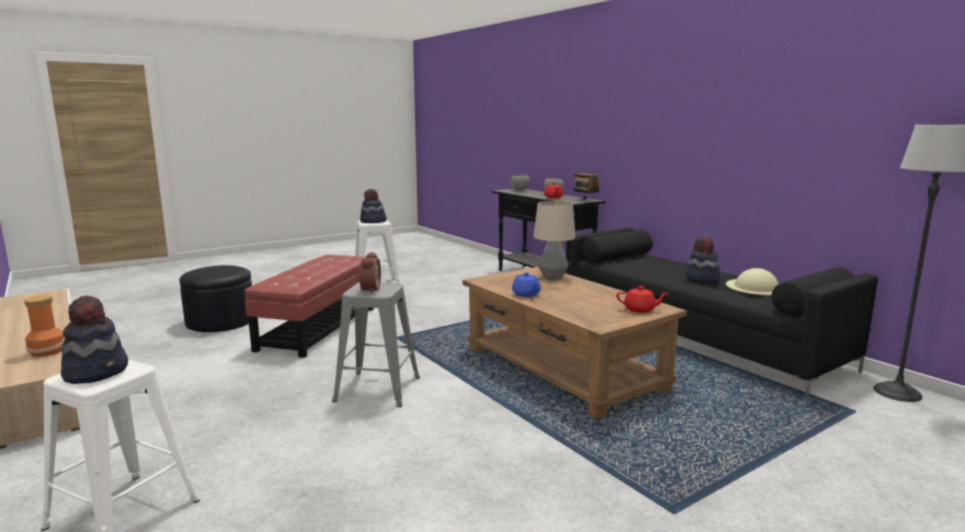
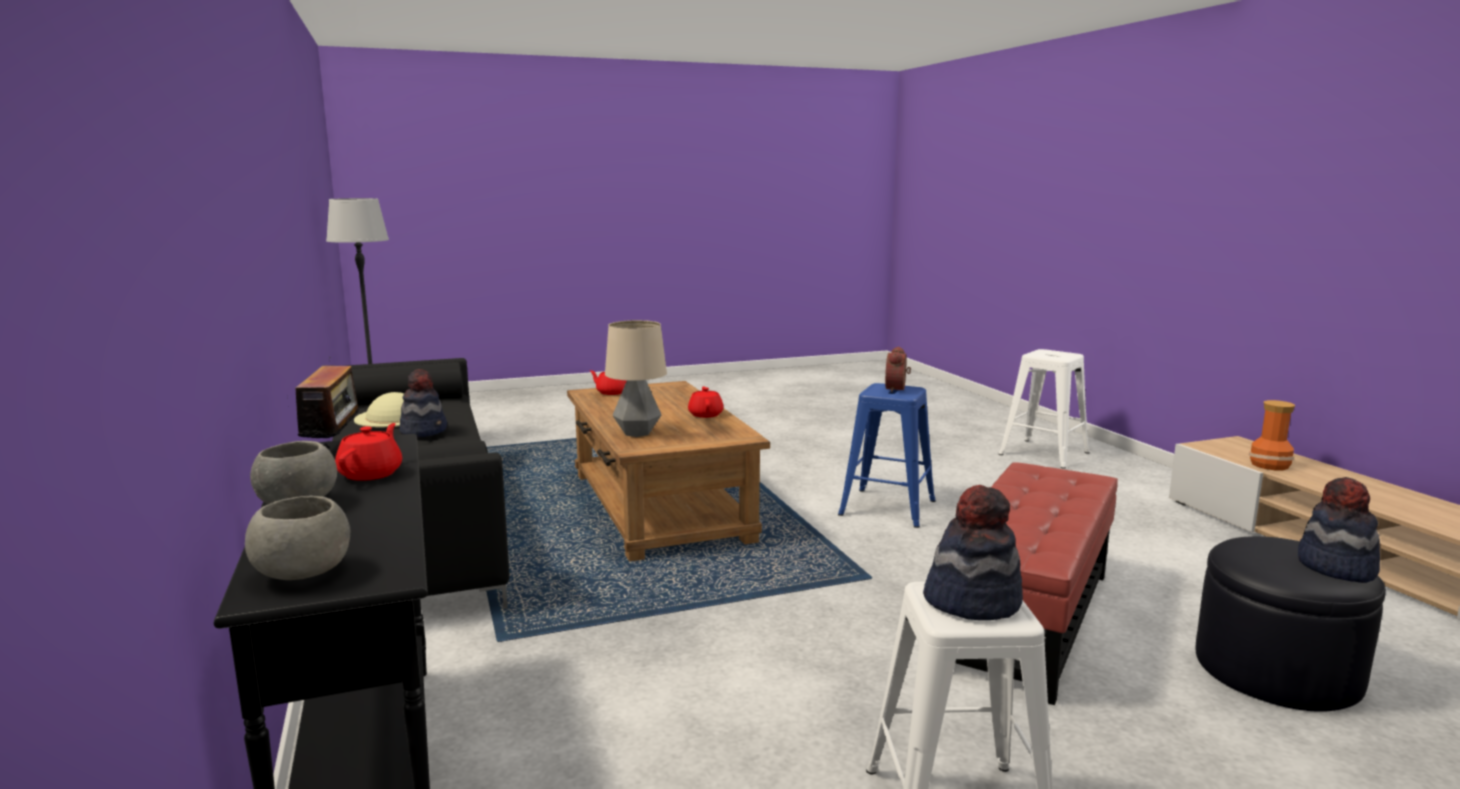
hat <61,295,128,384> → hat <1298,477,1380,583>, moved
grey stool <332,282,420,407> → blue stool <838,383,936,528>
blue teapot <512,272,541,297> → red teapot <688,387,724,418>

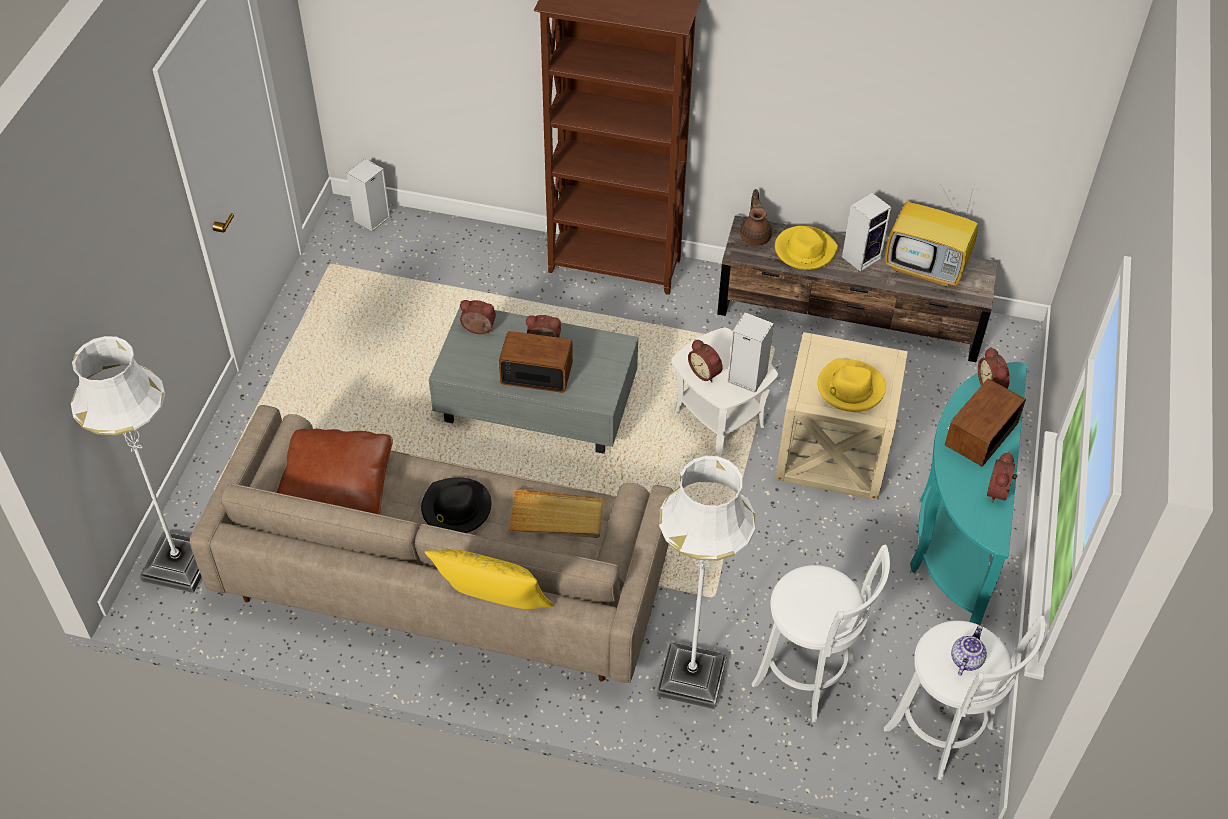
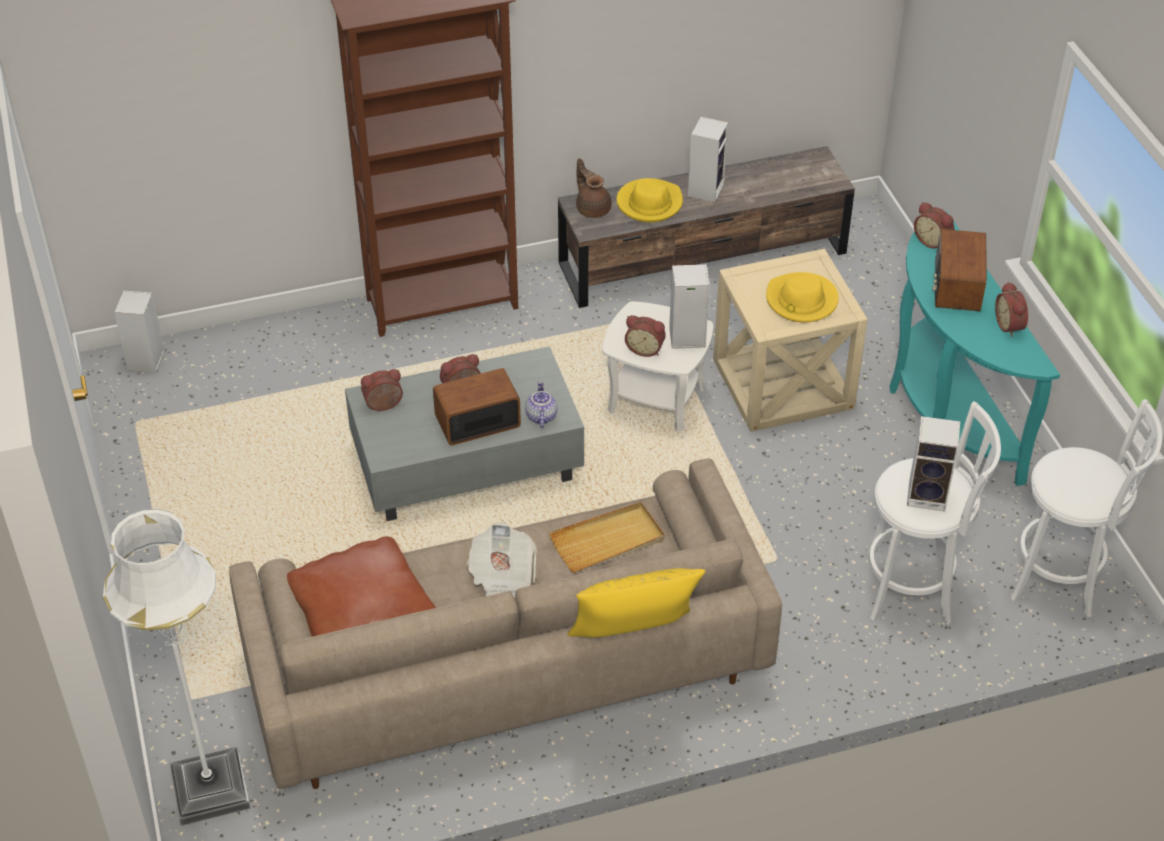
white floor lamp <657,456,755,709> → -
television <885,183,978,287> → -
- → speaker <907,416,960,511>
teapot <951,625,987,675> → teapot <525,381,558,428>, moved
black hat <421,477,492,533> → newspaper <467,522,537,598>

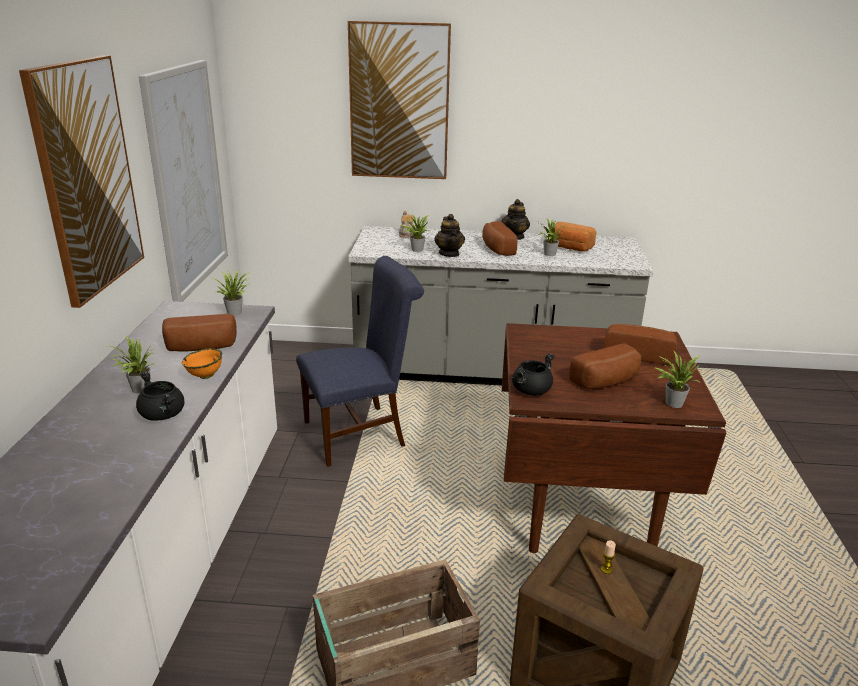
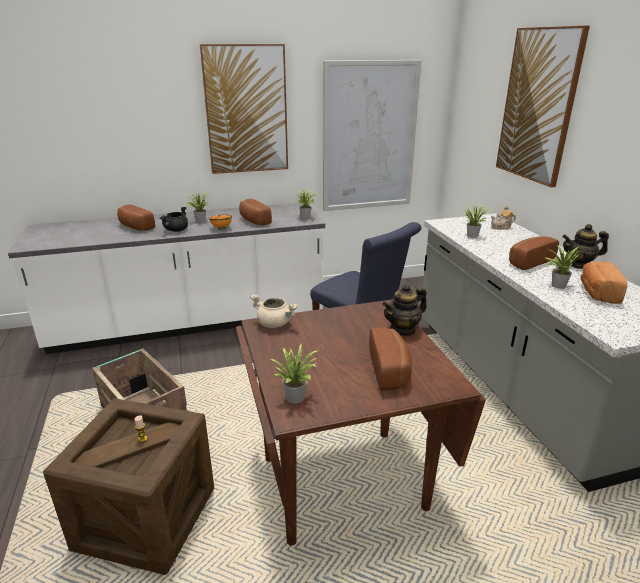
teapot <434,214,465,257> → teapot <382,284,427,337>, moved
bread <569,343,641,390> → bread <117,204,155,231>, moved
black cooking pot <512,353,555,396> → beige cooking pot <250,294,298,328>

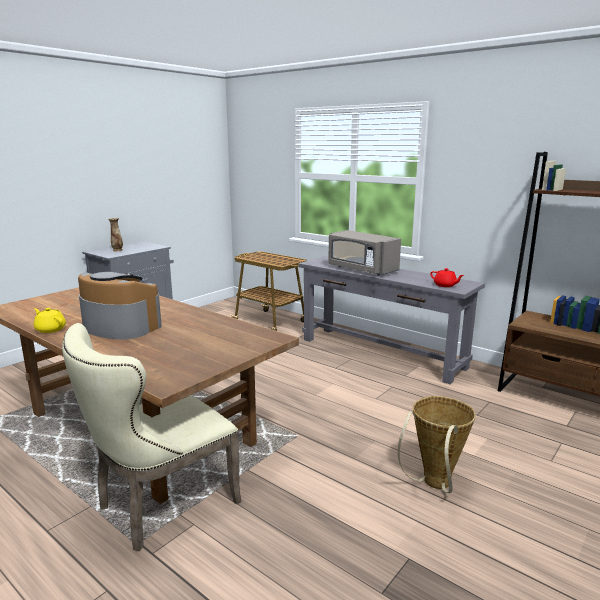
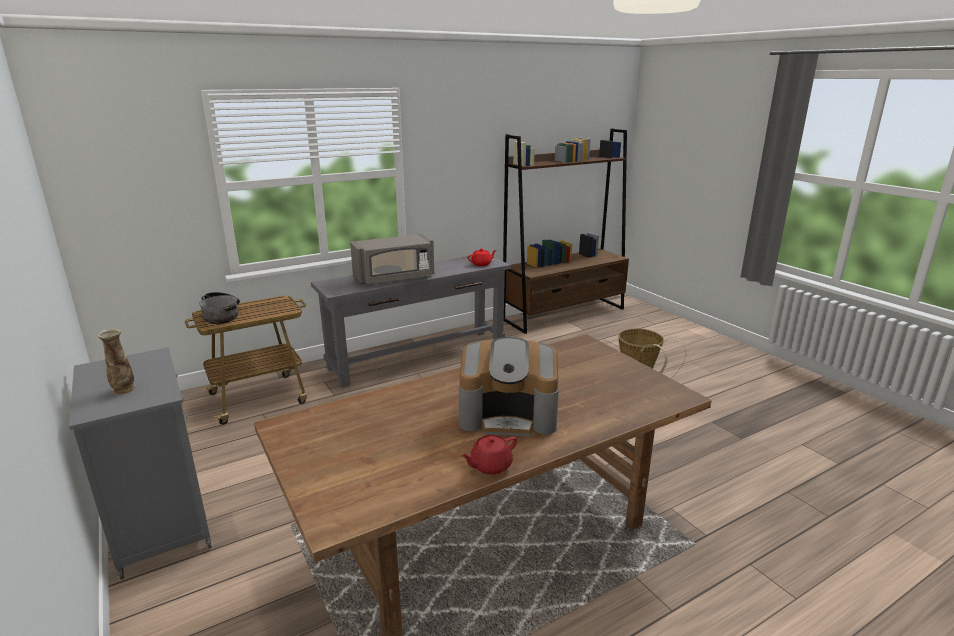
beige chair <62,323,241,551> → -
- → cooking pot <199,292,240,324>
yellow teapot <34,308,66,333> → red teapot <461,435,517,475>
coffee machine <78,272,162,339> → coffee machine <459,337,559,436>, 135 degrees counterclockwise

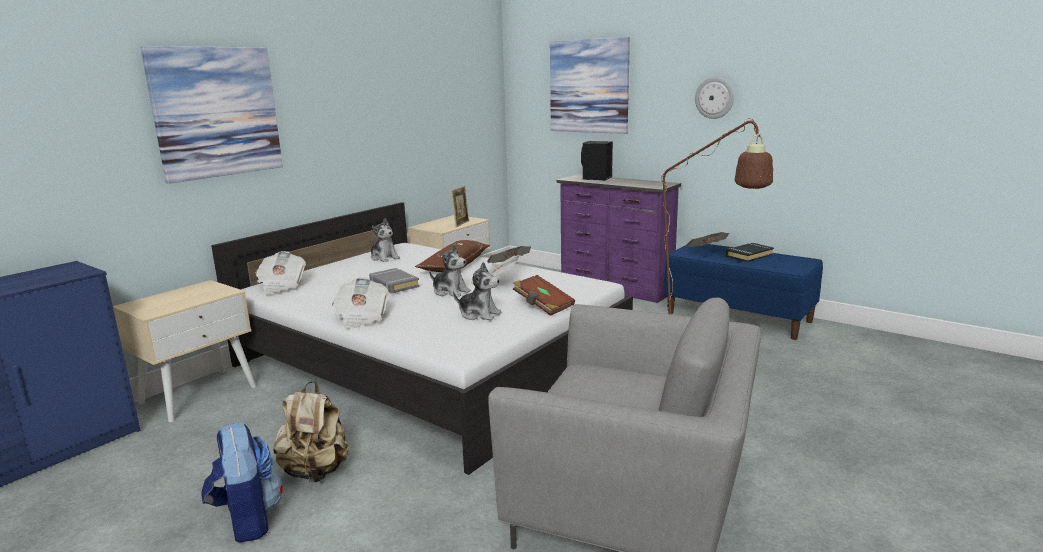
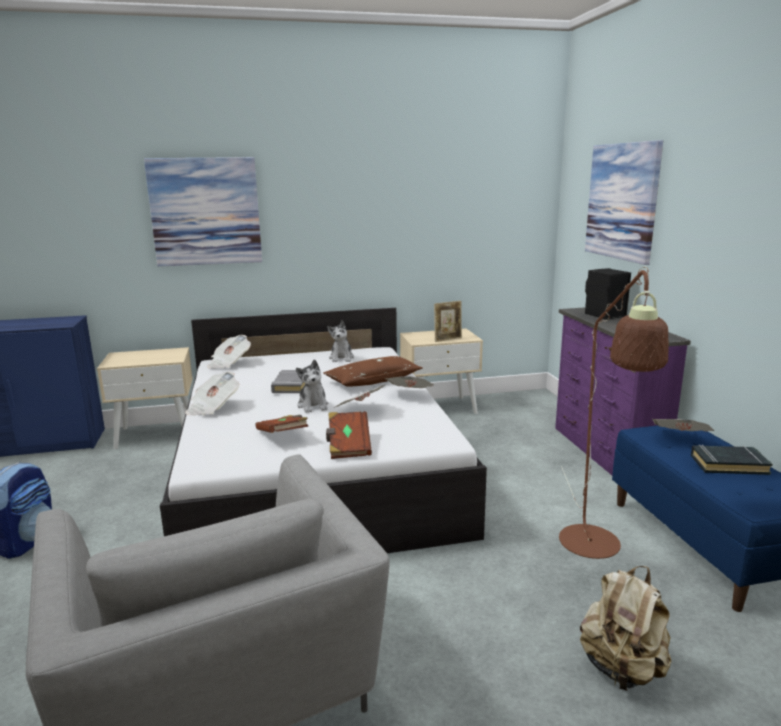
wall clock <695,77,734,119> → -
beige backpack <273,381,349,482> → beige backpack <580,566,672,691>, moved
plush toy <453,262,501,321> → brown book <255,415,308,433>

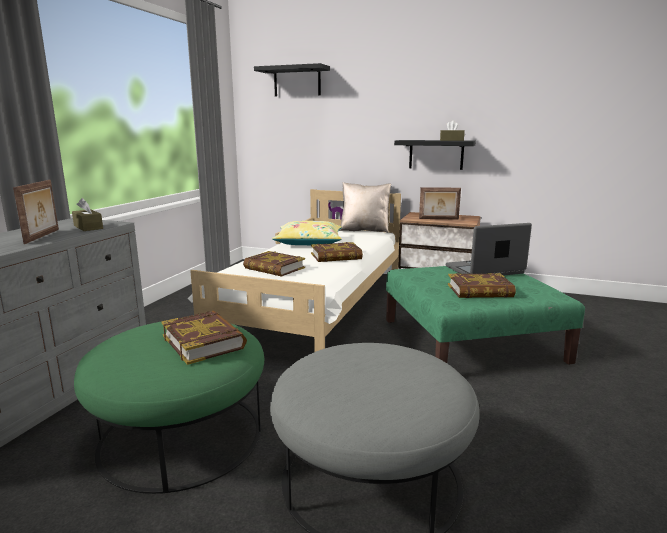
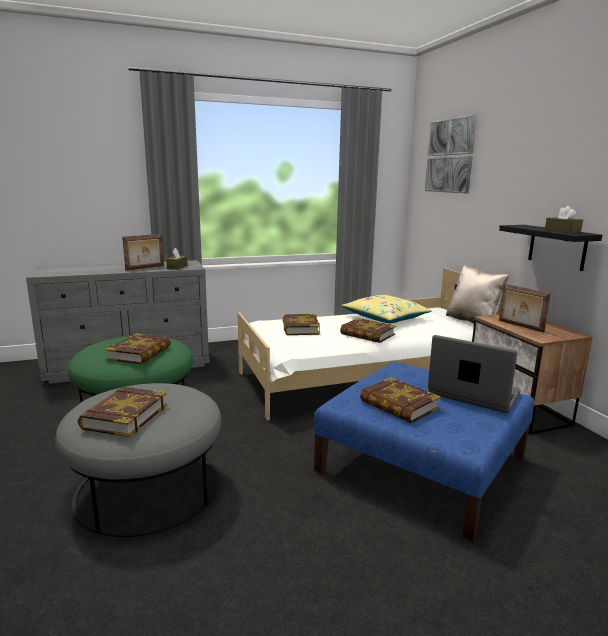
- → book <78,387,167,437>
black shelf <254,63,330,96> → picture <425,114,477,193>
green ottoman <386,266,585,364> → blue ottoman <313,361,534,542>

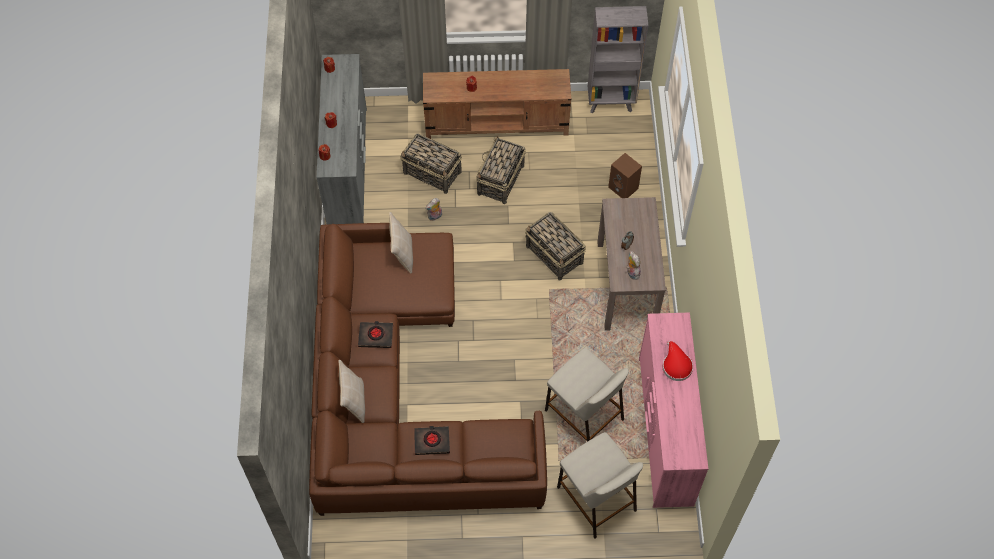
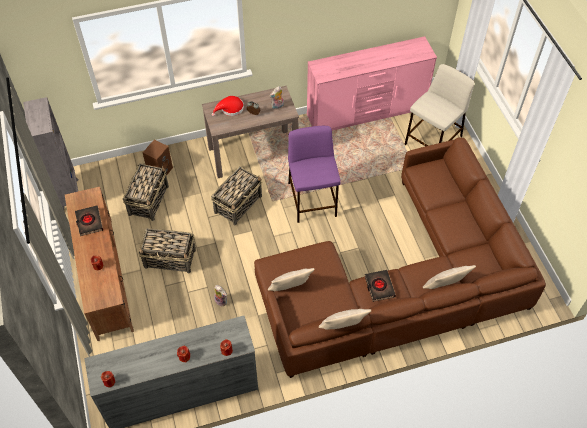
beige stool <545,348,629,442> → -
- → purple stool <288,126,341,223>
- → beige pillow <319,309,371,330>
basket <400,133,462,194> → basket <123,164,169,221>, moved
black book <414,426,450,455> → black book <75,206,103,236>, moved
red hat <663,341,693,381> → red hat <212,96,244,116>, moved

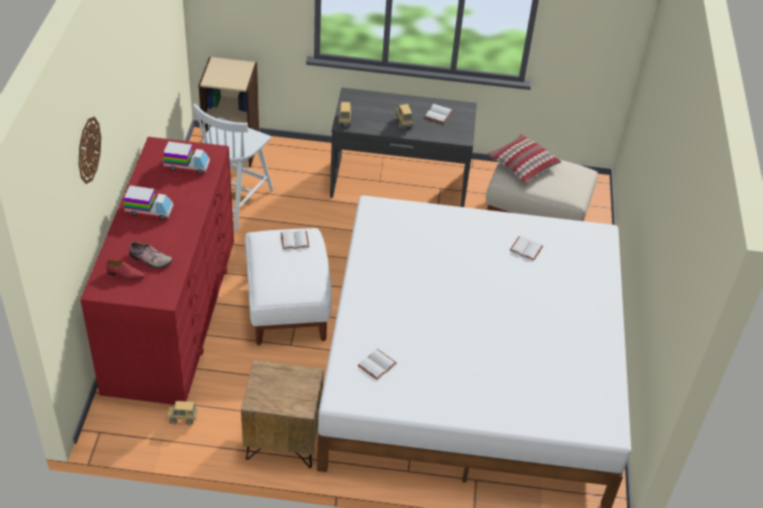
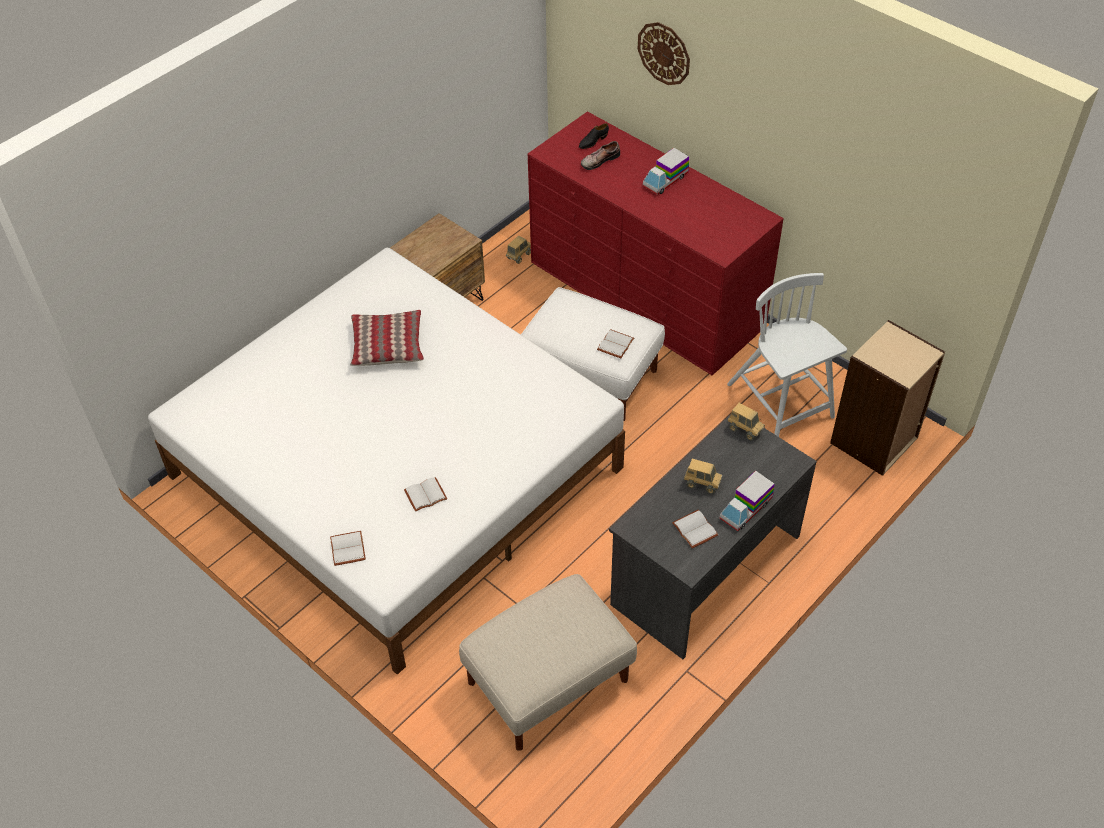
toy truck <163,141,210,174> → toy truck <719,471,775,531>, moved
white book <358,349,397,380> → white book <330,531,366,566>, moved
pillow <487,134,561,183> → pillow <350,310,424,366>, moved
red shoe <106,260,144,280> → black shoe <579,123,609,149>

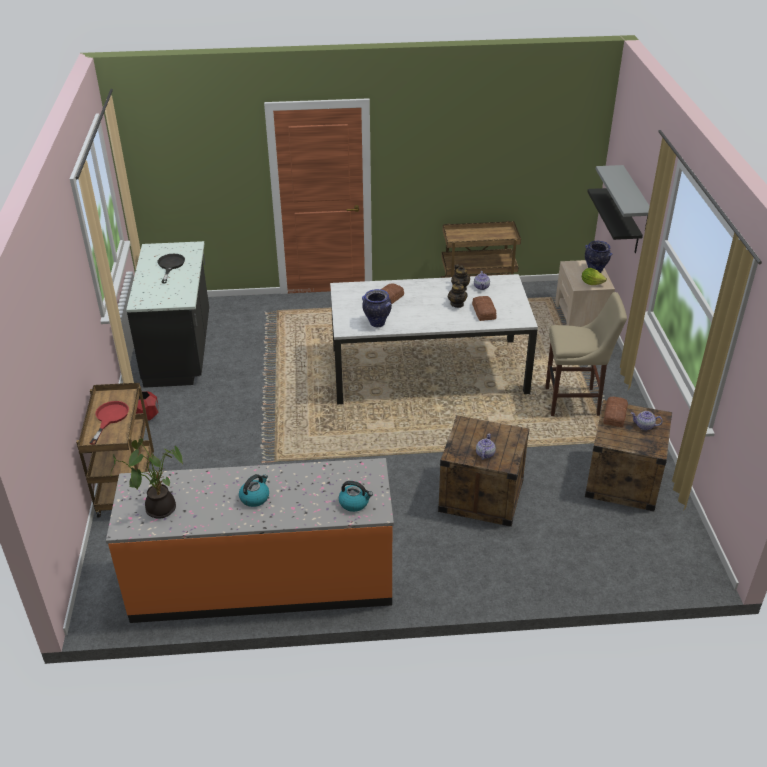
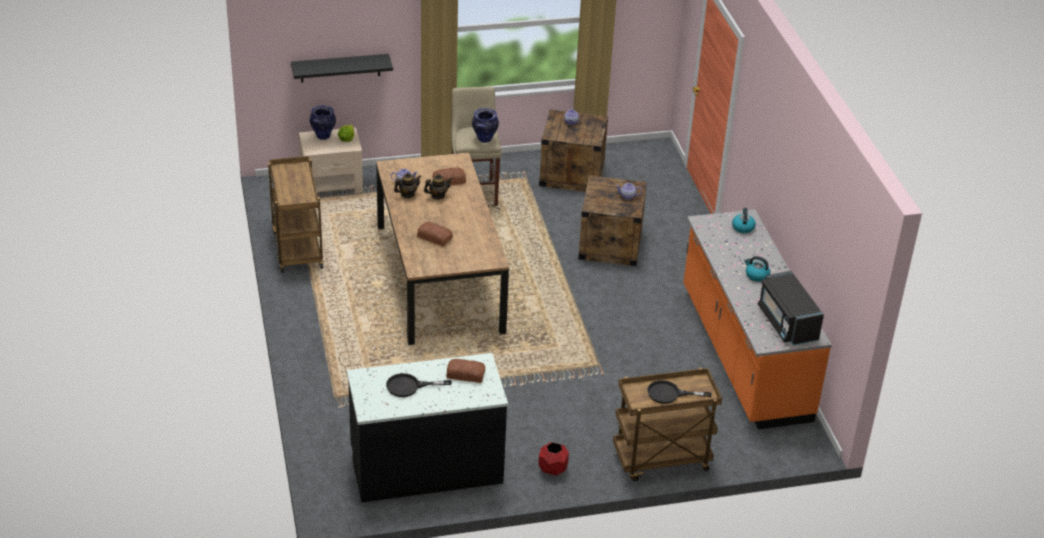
grey shelf <596,165,650,228> → -
vase <362,289,392,327> → vase <472,108,499,143>, moved
bread <603,397,628,427> → bread <446,359,485,383>, moved
potted plant <111,438,183,519> → black microwave <758,271,824,346>
red frying pan <90,401,129,445> → black frying pan <647,380,712,404>
white dining table <330,274,538,404> → brown dining table <376,152,509,345>

